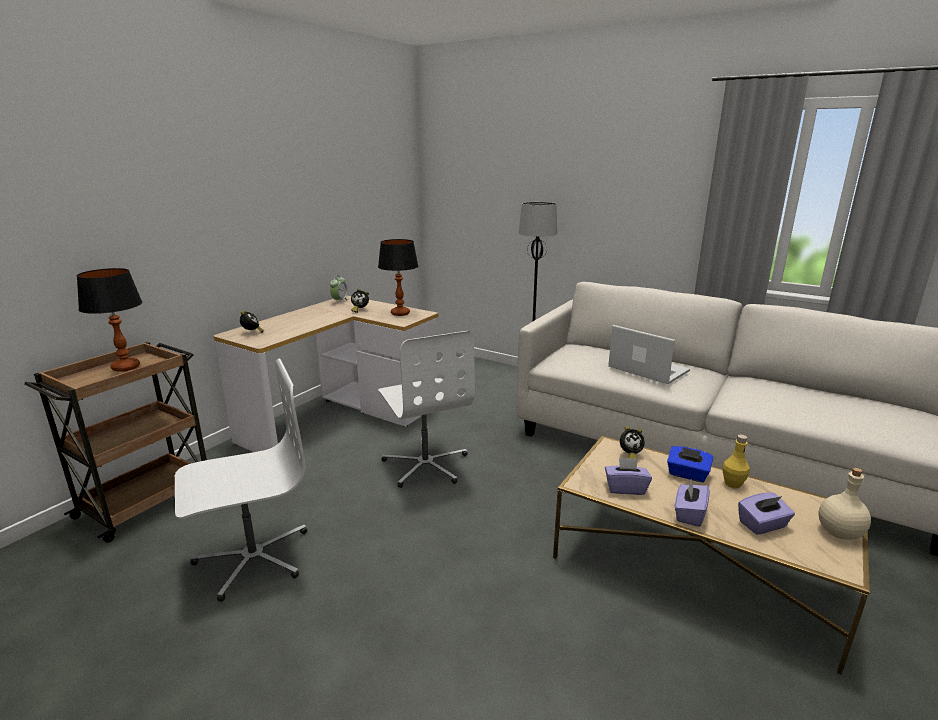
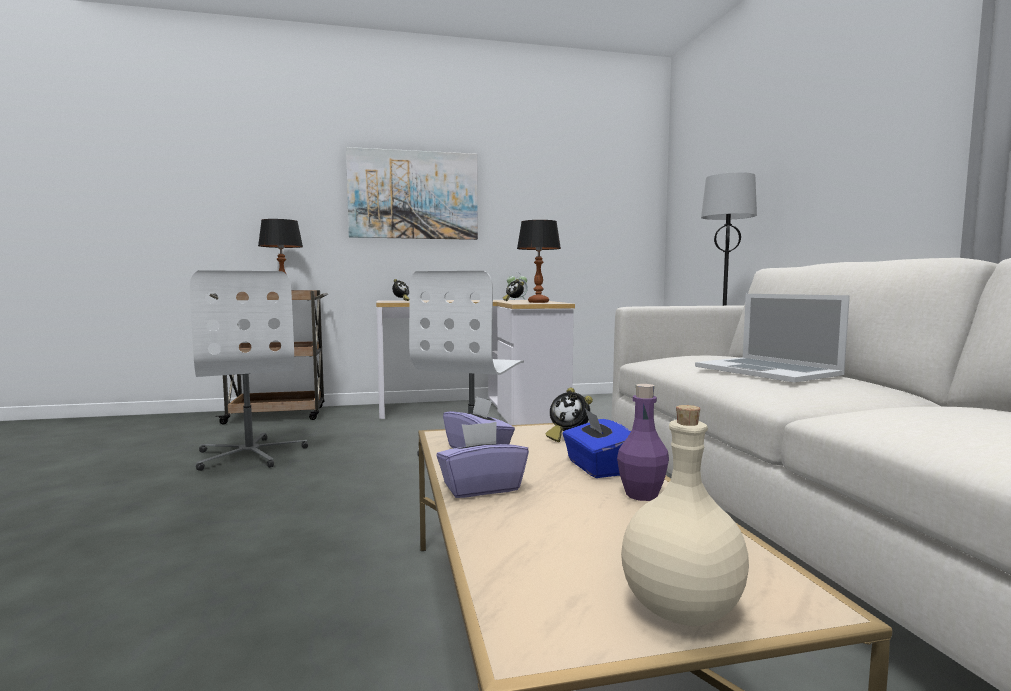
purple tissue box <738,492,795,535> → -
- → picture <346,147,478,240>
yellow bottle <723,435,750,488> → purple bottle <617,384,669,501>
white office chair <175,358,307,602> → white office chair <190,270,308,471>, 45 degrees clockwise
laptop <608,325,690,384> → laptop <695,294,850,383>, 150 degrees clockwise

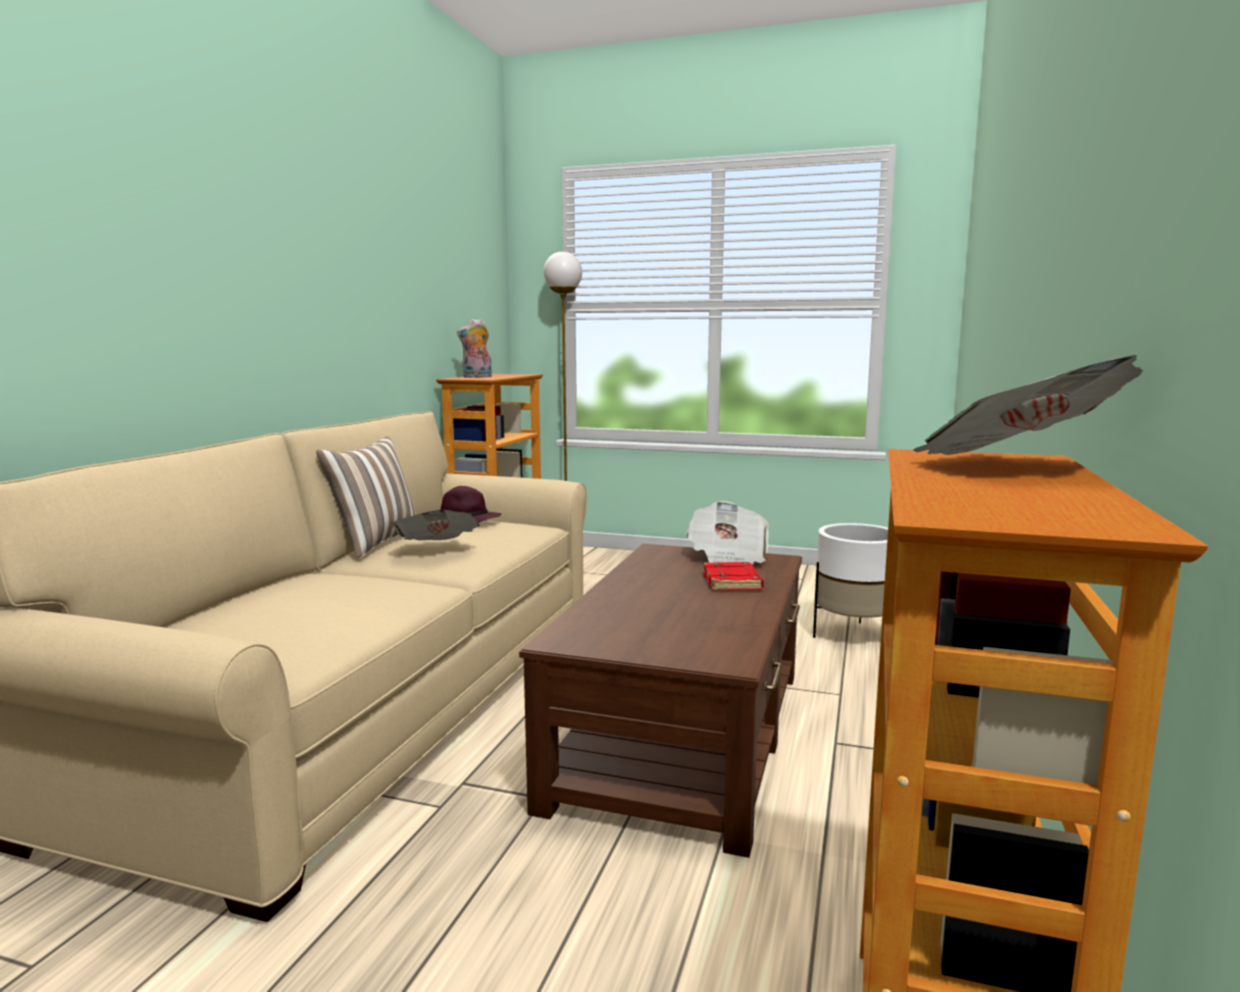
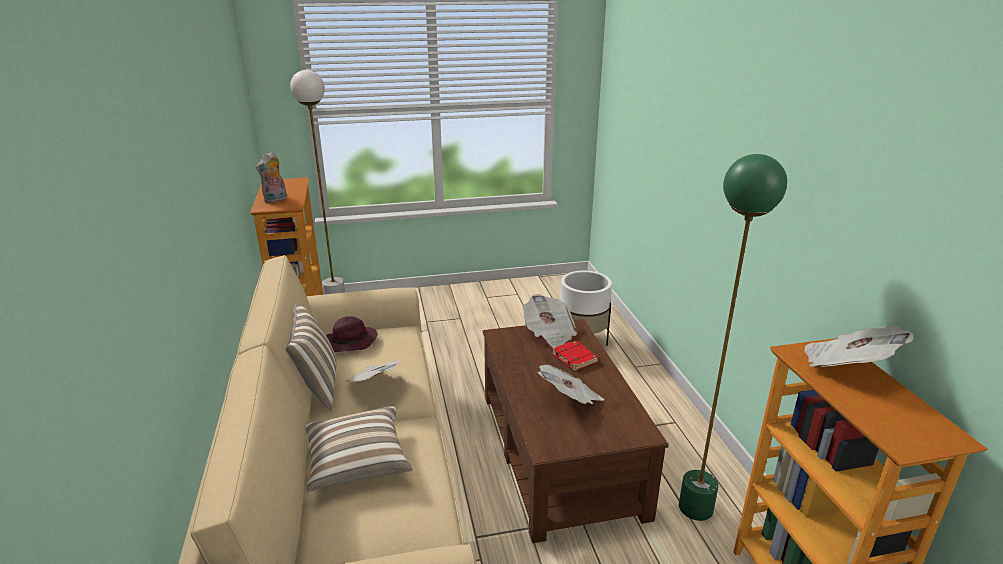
- → pillow <306,406,412,492>
- → newspaper <538,365,604,404>
- → green floor lamp <679,154,787,521>

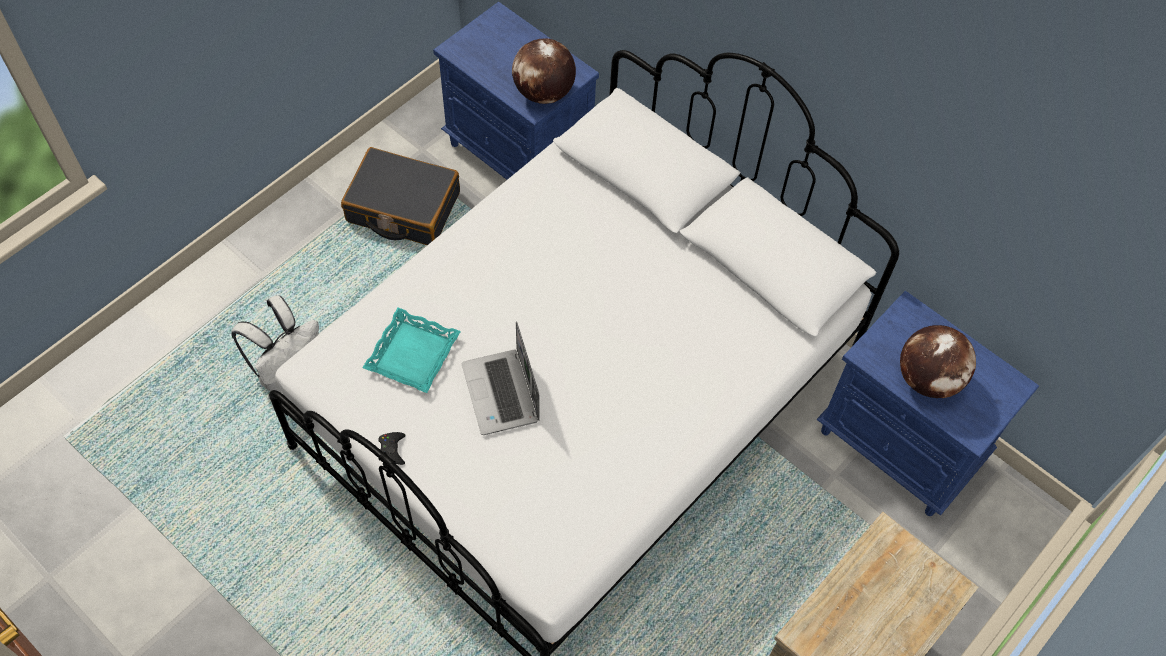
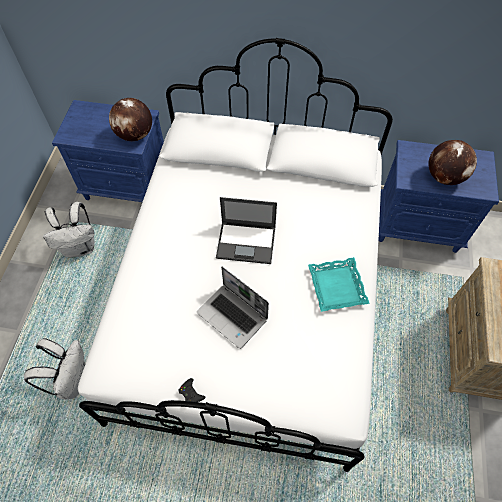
- → laptop <216,197,277,264>
turquoise tray <362,307,461,393> → turquoise tray <308,257,370,312>, moved
black suitcase <341,147,460,245> → white backpack <43,202,95,258>

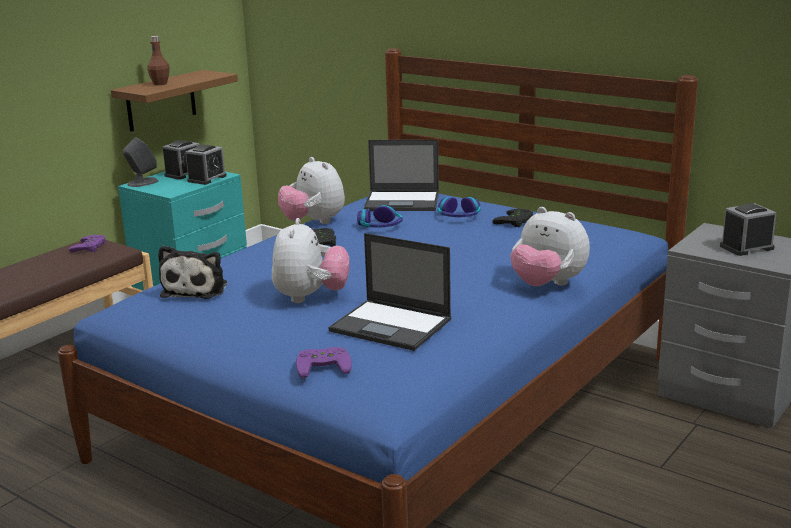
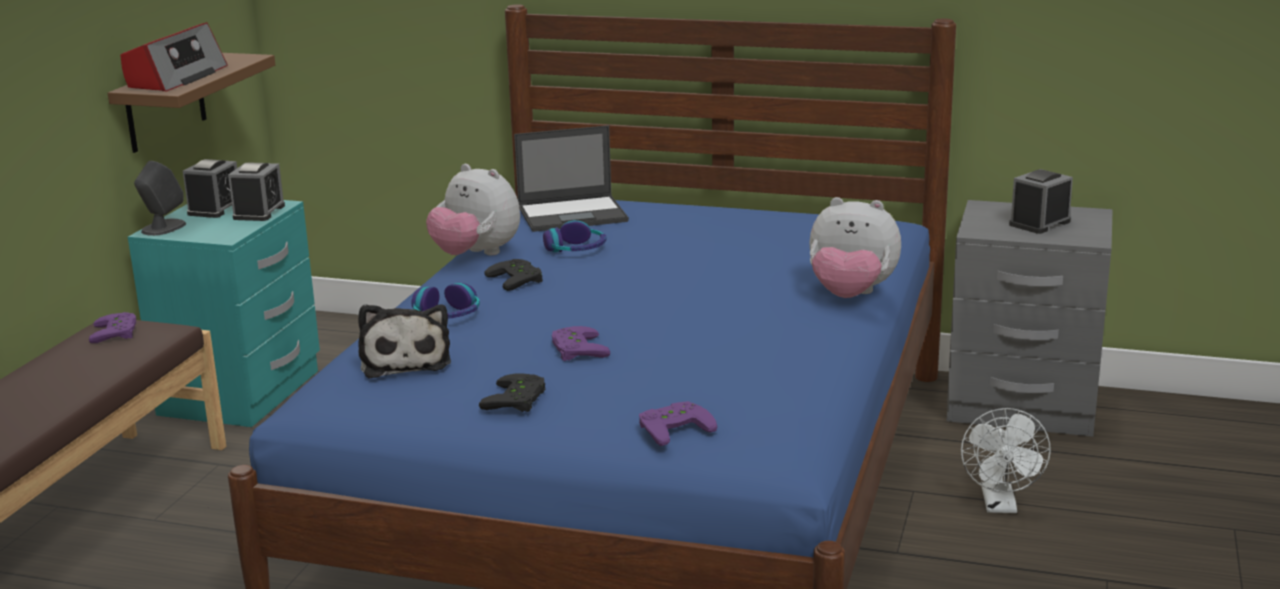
laptop <328,233,451,351> → -
- → white fan <961,408,1051,513>
headphones <438,197,481,217> → headphones <411,283,480,318>, moved
black game controller <492,209,533,228> → black game controller <479,373,546,412>, moved
brown bottle <147,36,169,85> → radio <120,22,228,92>
plush toy <272,218,350,303> → purple game controller <552,326,610,361>

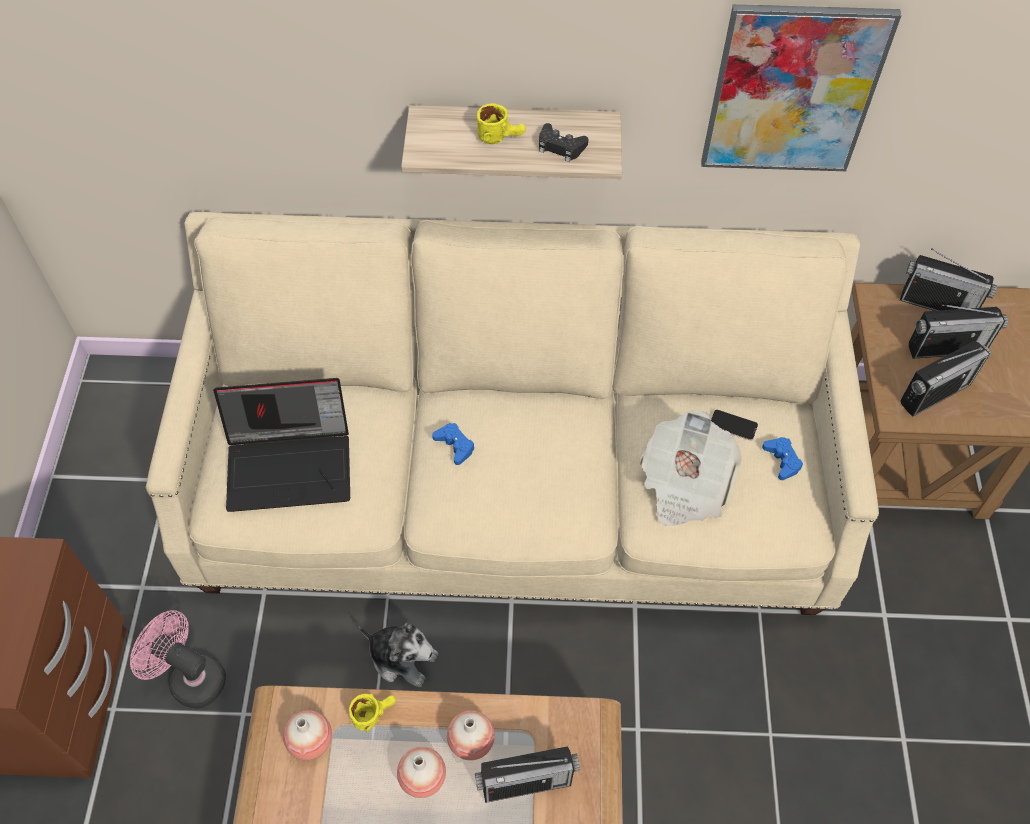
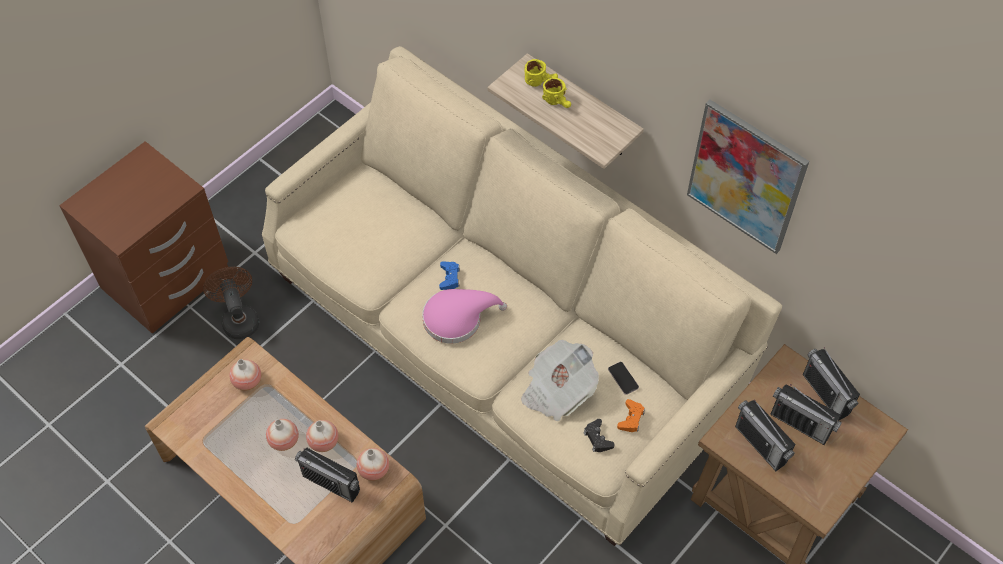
laptop <213,378,350,512> → -
plush toy <359,622,438,687> → -
- → vase <357,448,389,481>
- → pink hat <422,289,507,344>
yellow mug <349,694,396,732> → yellow mug <525,59,558,87>, moved
black game controller <539,123,588,162> → black game controller <584,419,615,452>, moved
pink fan <130,610,226,709> → brown fan <203,267,259,339>
blue game controller <762,437,803,480> → orange game controller <617,399,645,432>
radio <900,341,991,417> → radio <735,399,795,471>, 45 degrees clockwise

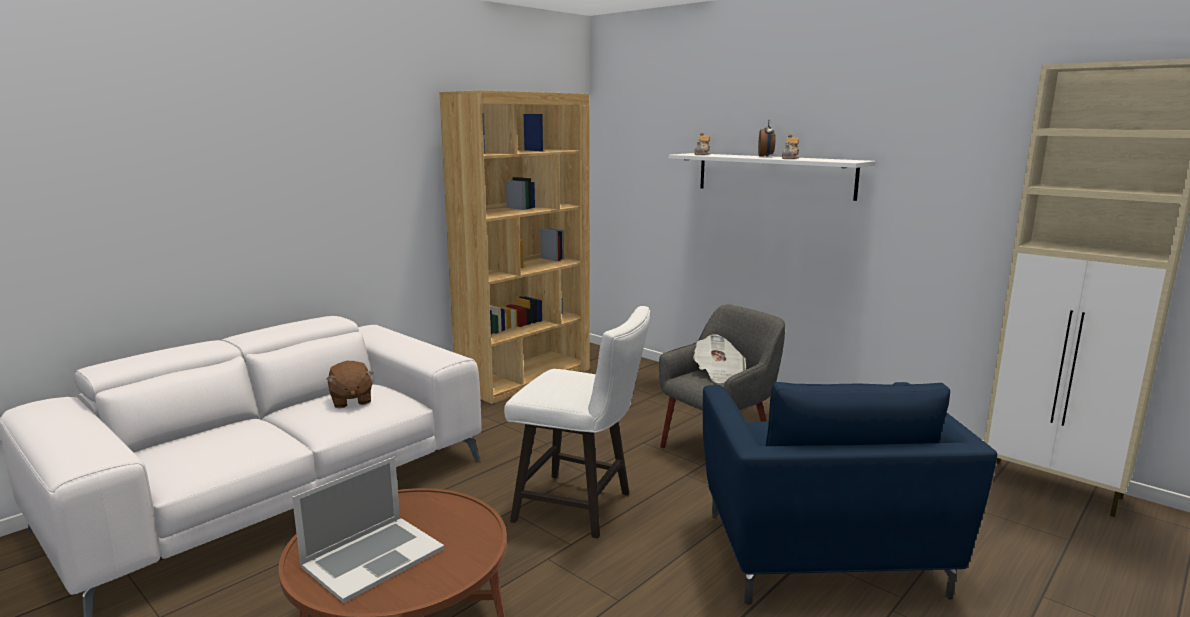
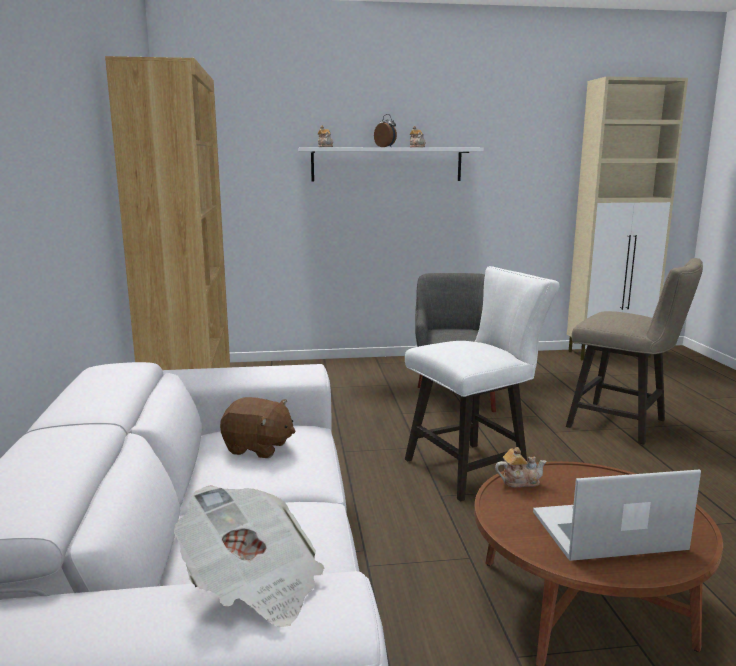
- → teapot <495,447,547,487>
newspaper <693,334,746,383> → newspaper <174,486,324,627>, moved
blue armchair <703,382,997,605> → beige stool <566,258,703,445>
laptop <292,456,444,603> → laptop <533,469,701,561>, 90 degrees counterclockwise

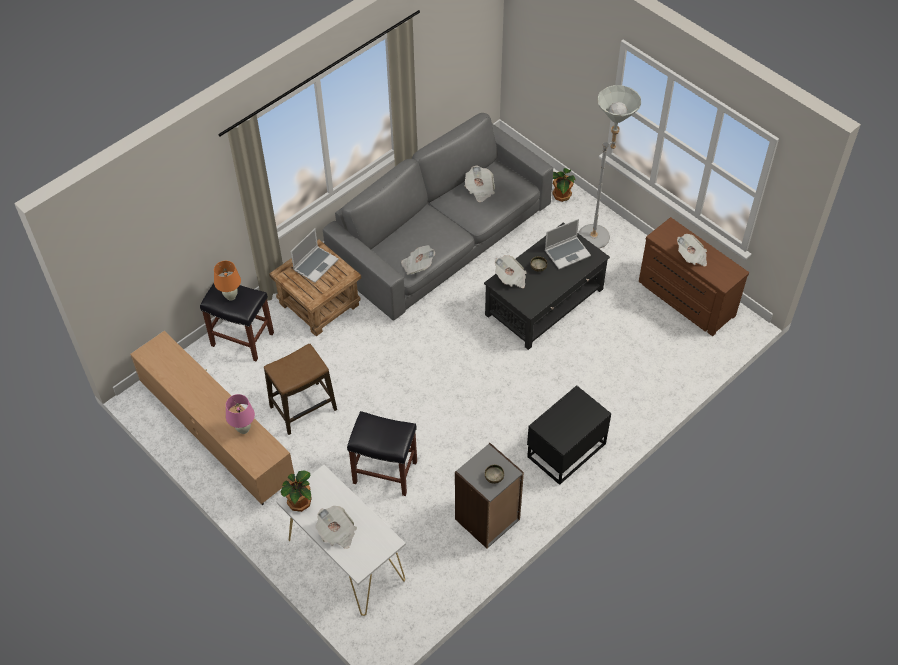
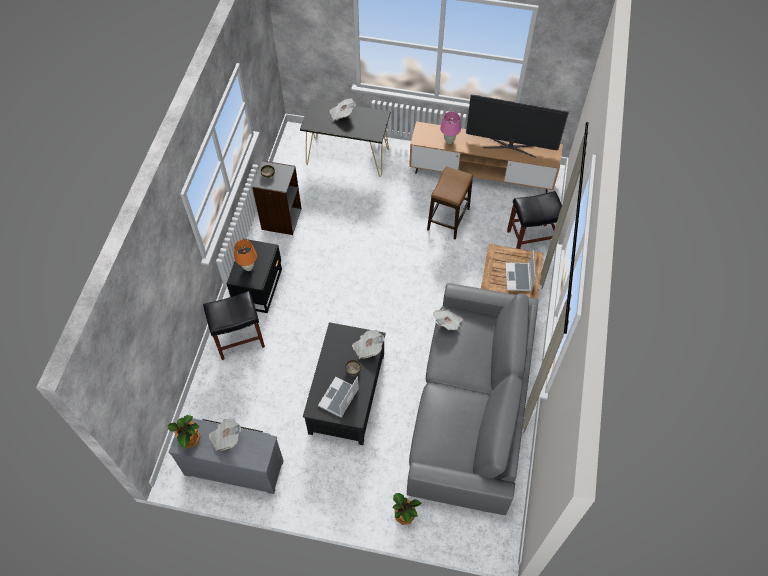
newspaper <465,165,495,202> → -
grey floor lamp <578,85,641,249> → -
- → television <466,94,569,158>
orange table lamp <214,261,241,301> → orange table lamp <234,240,257,271>, moved
potted plant <281,470,312,512> → potted plant <168,415,201,449>, moved
black stool <347,411,417,496> → black stool <203,291,265,360>, moved
white console table <277,465,406,616> → black console table <300,99,390,177>
brown dresser <639,217,749,336> → grey dresser <169,417,283,494>

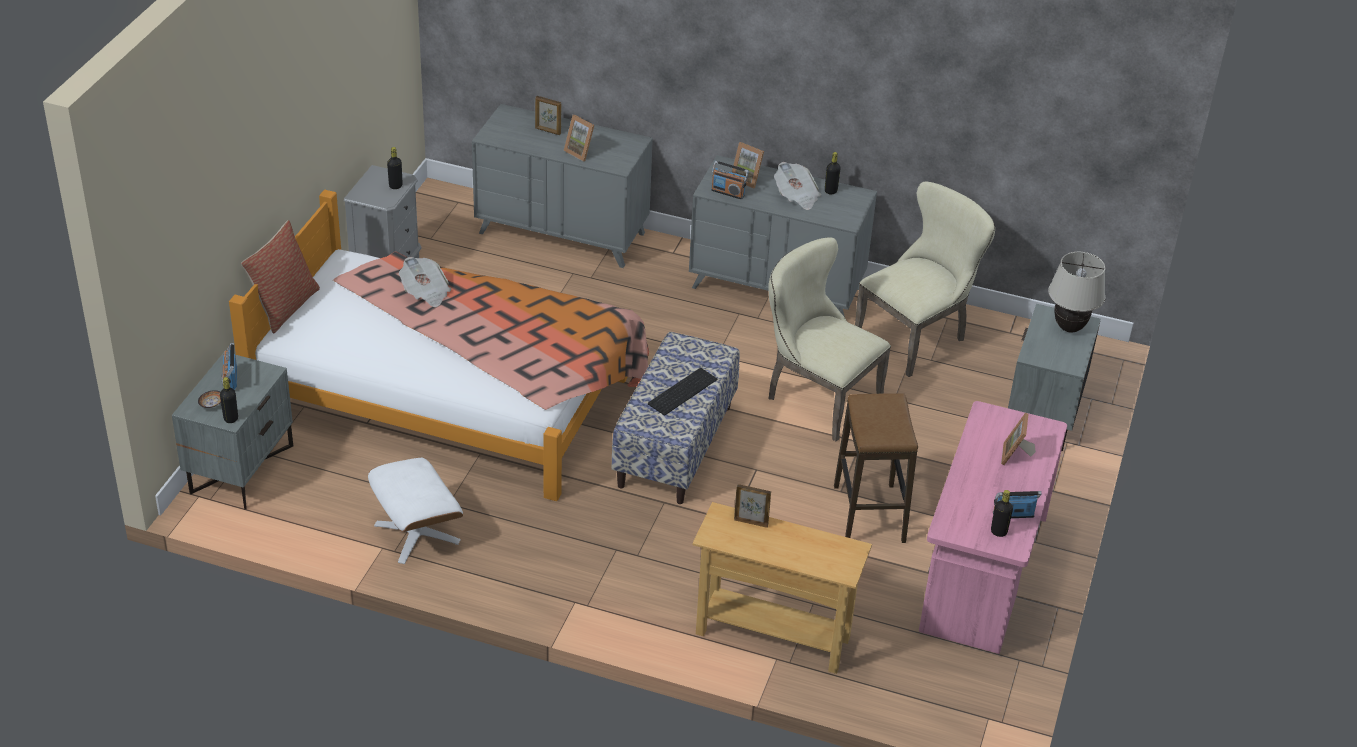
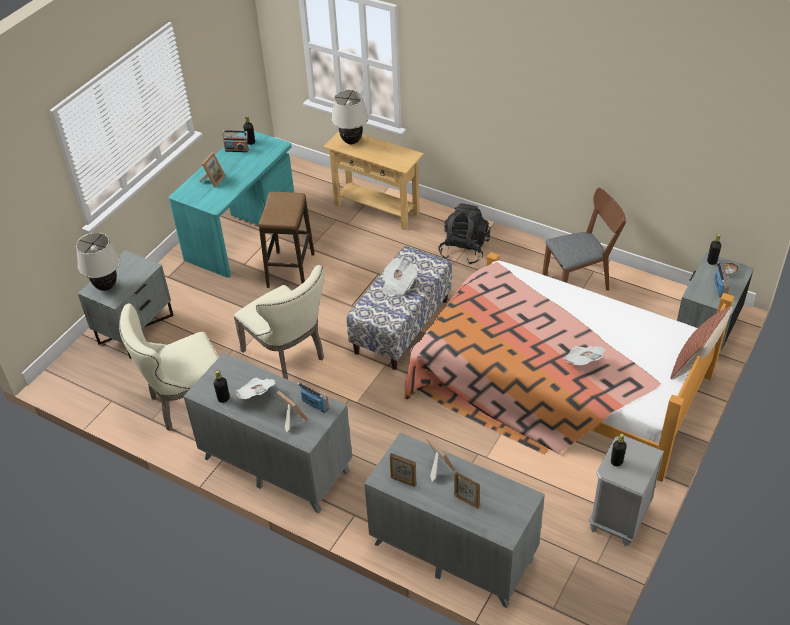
- → beige table lamp <331,90,368,144>
- → black backpack <438,203,490,265>
picture frame <734,484,771,528> → picture frame <390,453,416,487>, moved
white ottoman <368,457,463,564> → brown chair <542,188,626,291>
keyboard <648,368,717,415> → newspaper <382,257,417,295>
pink desk <919,401,1067,654> → turquoise desk <169,129,294,278>

